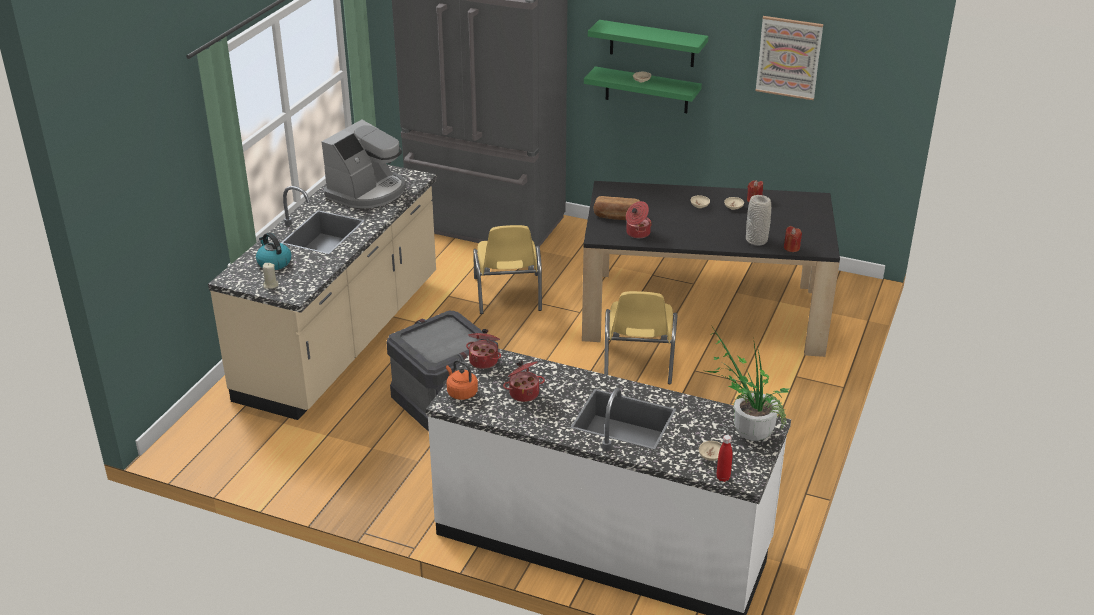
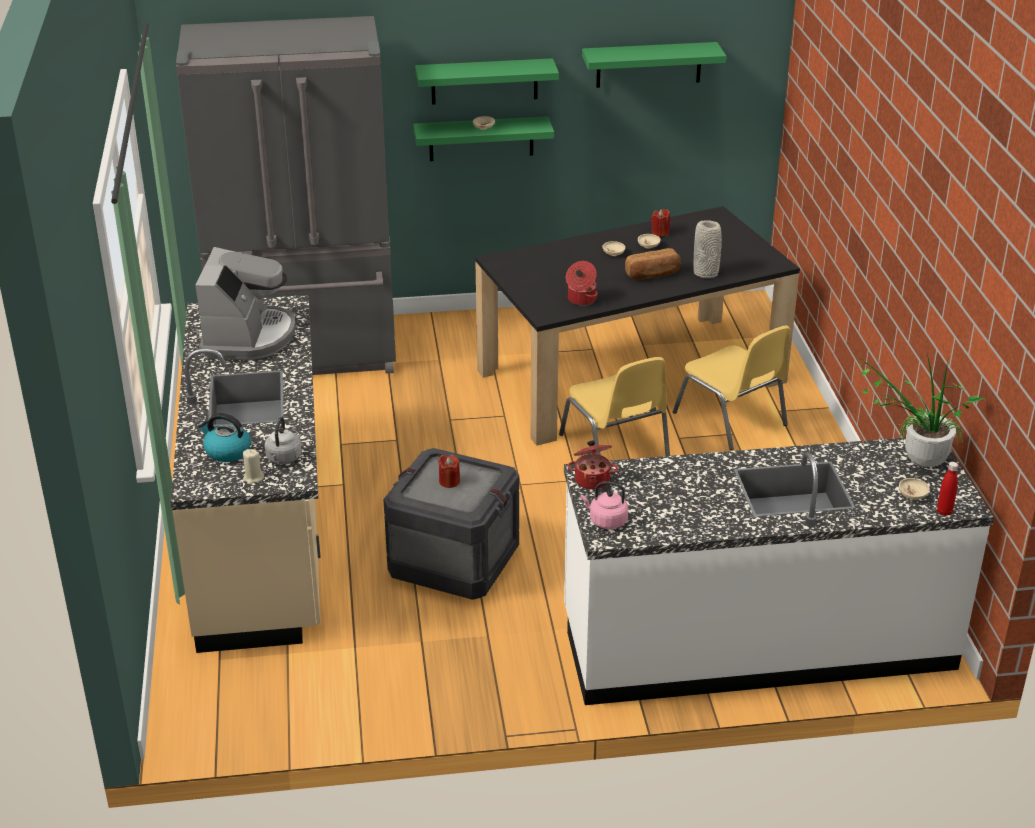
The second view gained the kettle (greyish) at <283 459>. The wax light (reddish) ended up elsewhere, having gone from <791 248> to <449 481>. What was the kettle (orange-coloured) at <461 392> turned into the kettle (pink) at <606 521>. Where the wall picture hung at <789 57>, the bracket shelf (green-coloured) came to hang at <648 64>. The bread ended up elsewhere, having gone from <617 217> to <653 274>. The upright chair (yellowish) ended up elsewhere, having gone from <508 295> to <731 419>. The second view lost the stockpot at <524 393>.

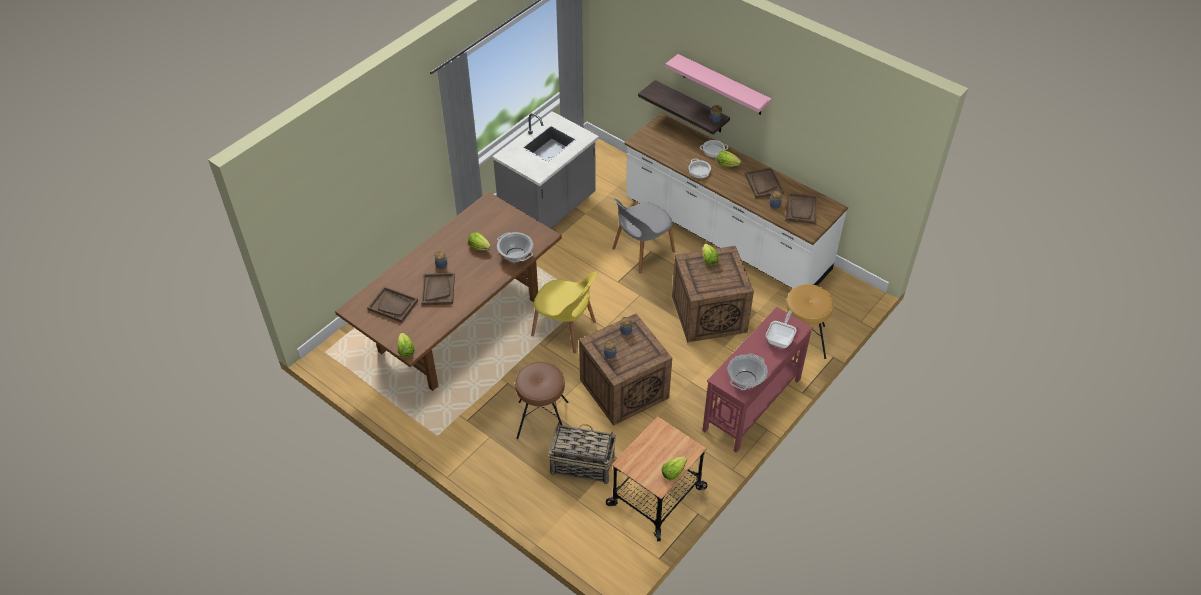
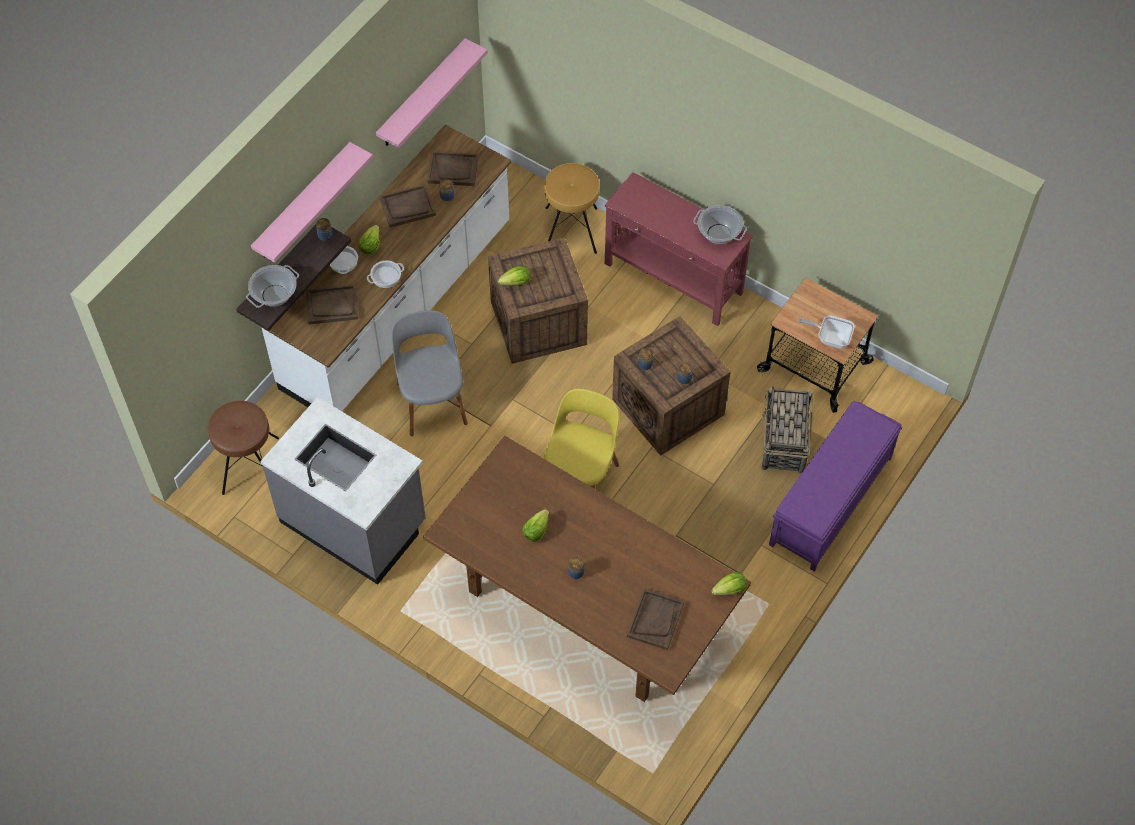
The sitting stool (brownish) ended up elsewhere, having gone from <542 419> to <250 465>. The stockpot ended up elsewhere, having gone from <515 255> to <274 295>. The carrying tray (brownish) ended up elsewhere, having gone from <438 290> to <332 306>. The second view gained the bracket shelf (pink) at <422 95>. The upright chair (greyish) at <642 251> ended up facing another way, 150 degrees counterclockwise from before. The second view gained the indoor bench (purple-coloured) at <830 502>. The pan ended up elsewhere, having gone from <780 338> to <830 338>. The second view lost the head of lettuce at <673 472>.

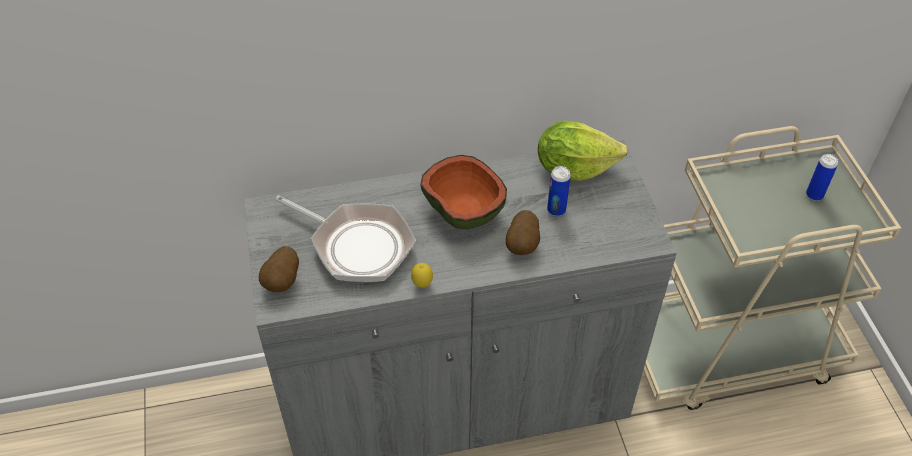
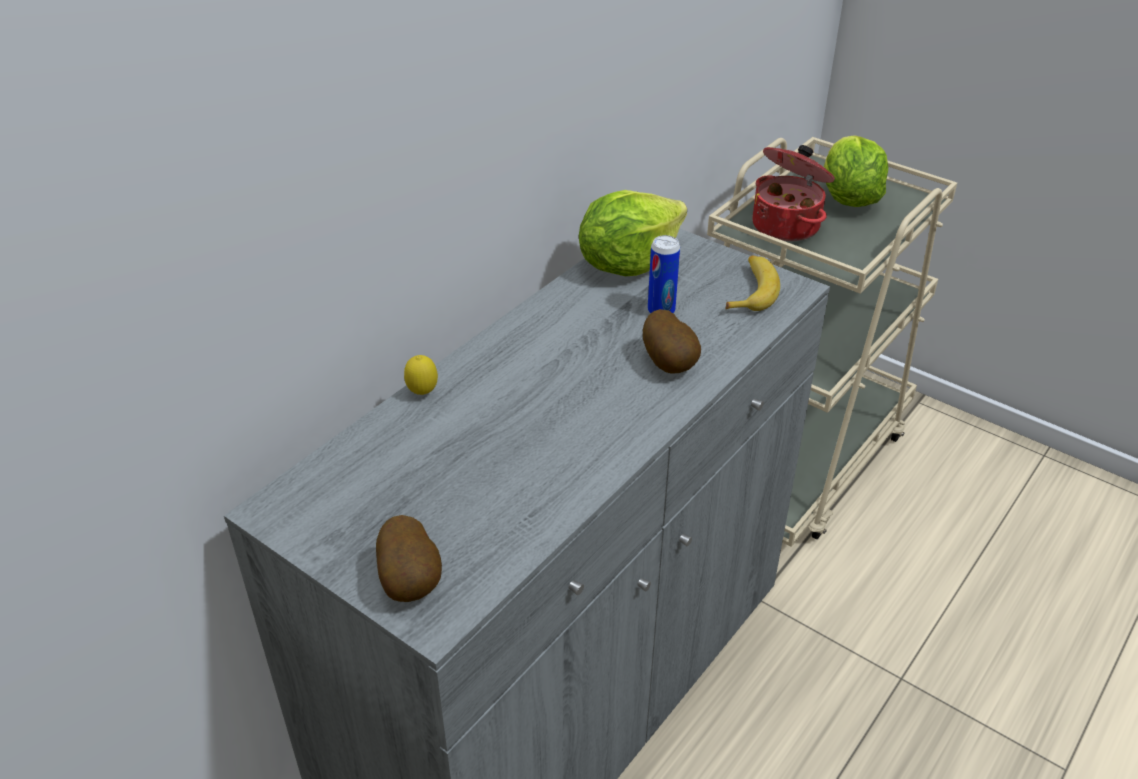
The whole lemon ended up elsewhere, having gone from <422 284> to <423 393>. The second view gained the whole banana at <751 291>. The second view gained the stockpot at <787 225>. Where the metal can stood at <814 195>, the head of lettuce came to stand at <847 198>. The second view lost the pan at <357 245>. The second view lost the serving bowl at <462 210>.

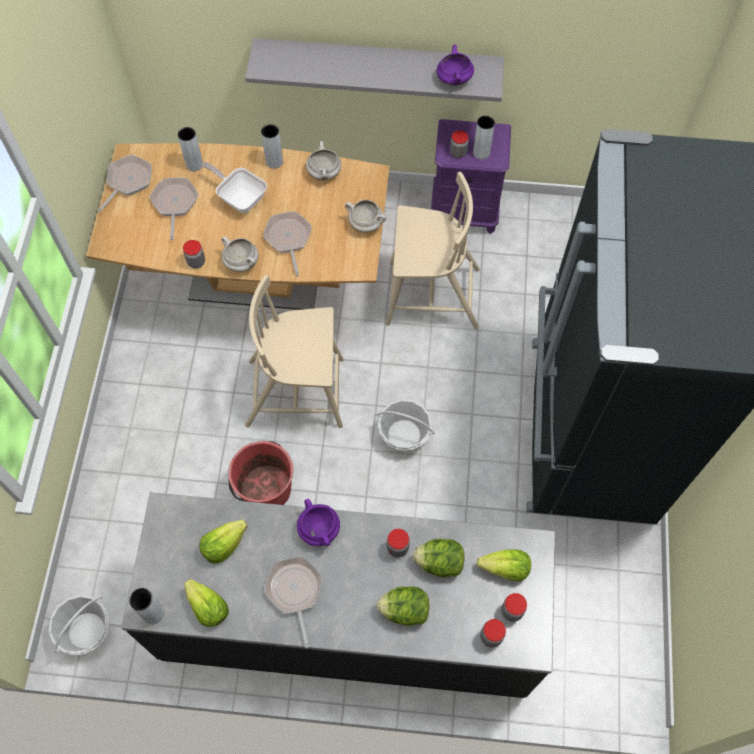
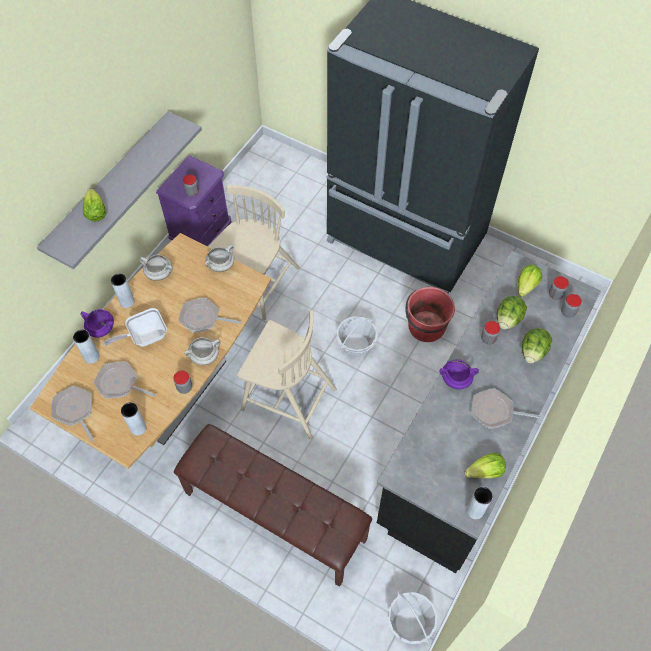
The stockpot (purple-coloured) ended up elsewhere, having gone from <453 79> to <101 329>. The head of lettuce ended up elsewhere, having gone from <223 545> to <95 212>. The flower vase (greyish) ended up elsewhere, having gone from <481 153> to <138 428>. The second view gained the indoor bench (brownish) at <274 516>. The upright chair (beige-coloured) at <298 392> ended up facing another way, 90 degrees counterclockwise from before. The water bucket (reddish) ended up elsewhere, having gone from <265 489> to <426 327>.

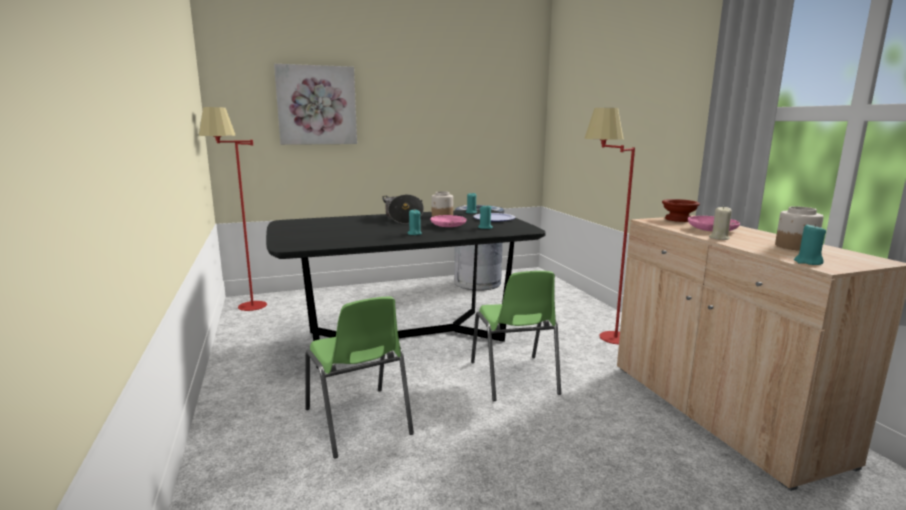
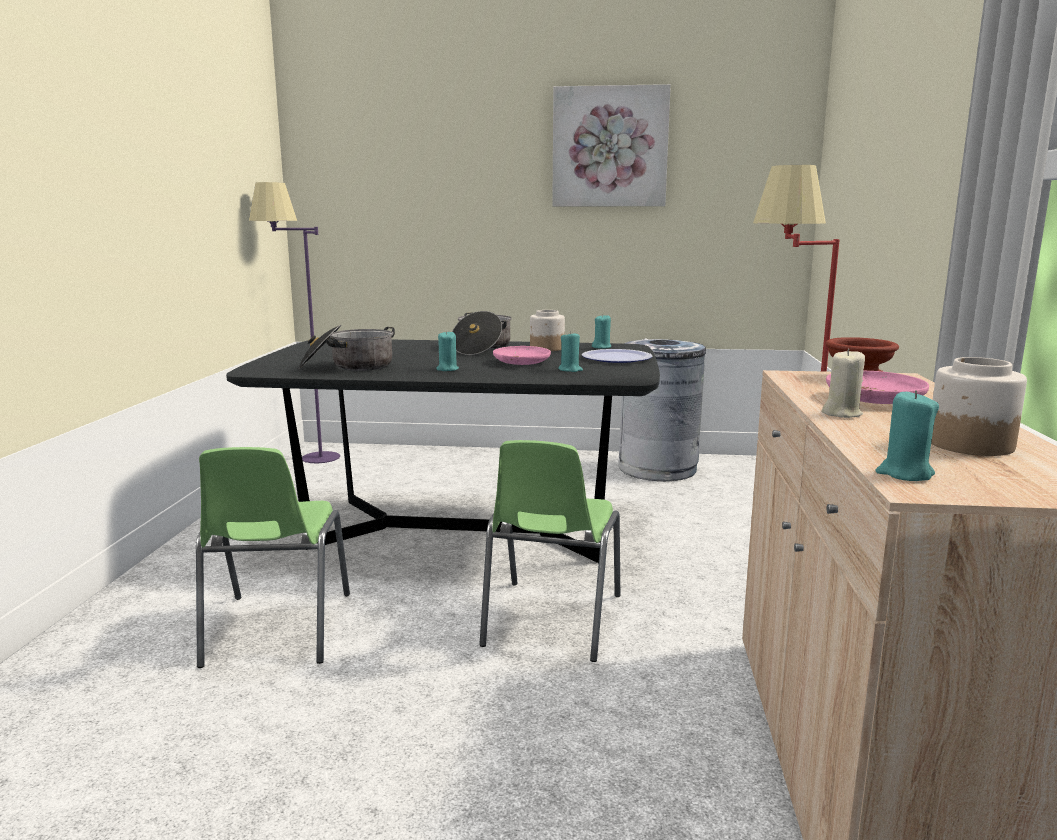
What was the floor lamp (reddish) at <245 310> turned into the floor lamp (purple-coloured) at <306 461>. The second view gained the stockpot at <348 367>. The wall picture ended up elsewhere, having gone from <317 105> to <610 147>.

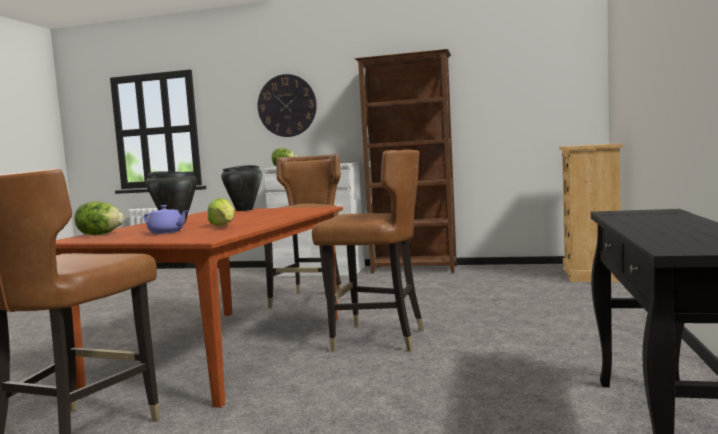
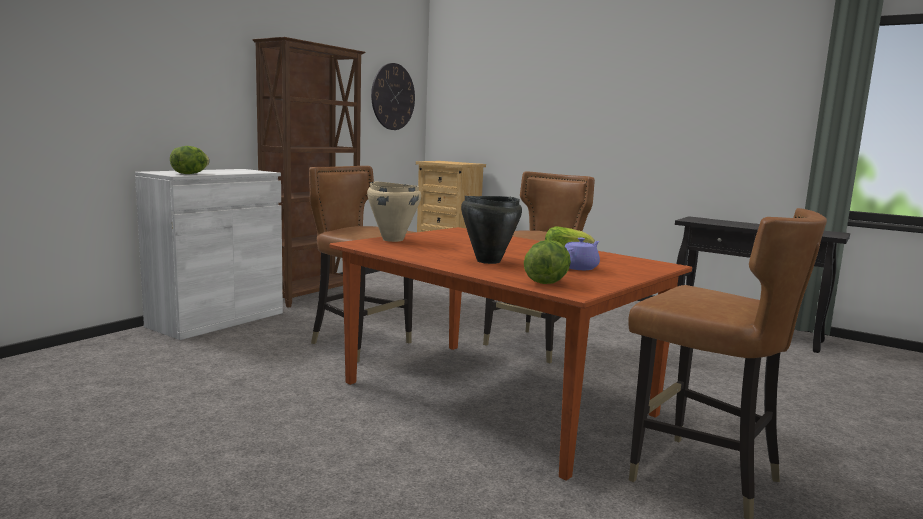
What was the stockpot (black-coloured) at <244 210> turned into the stockpot (beige-coloured) at <392 239>. The wall clock ended up elsewhere, having gone from <287 105> to <393 97>.

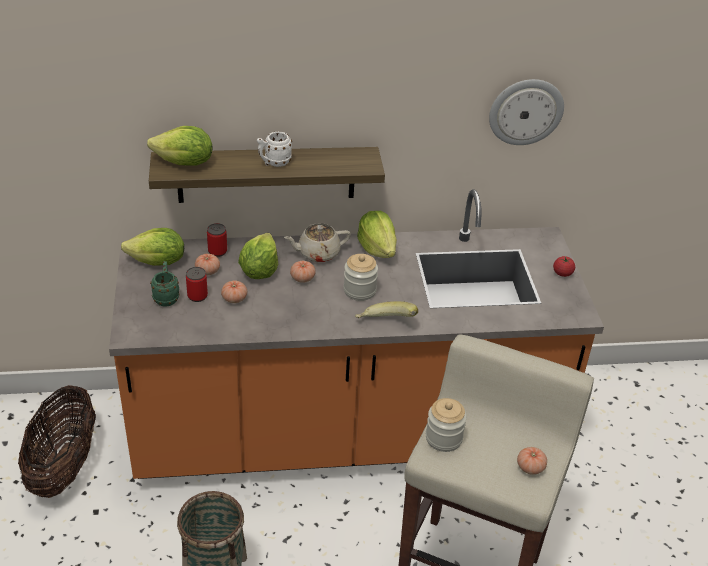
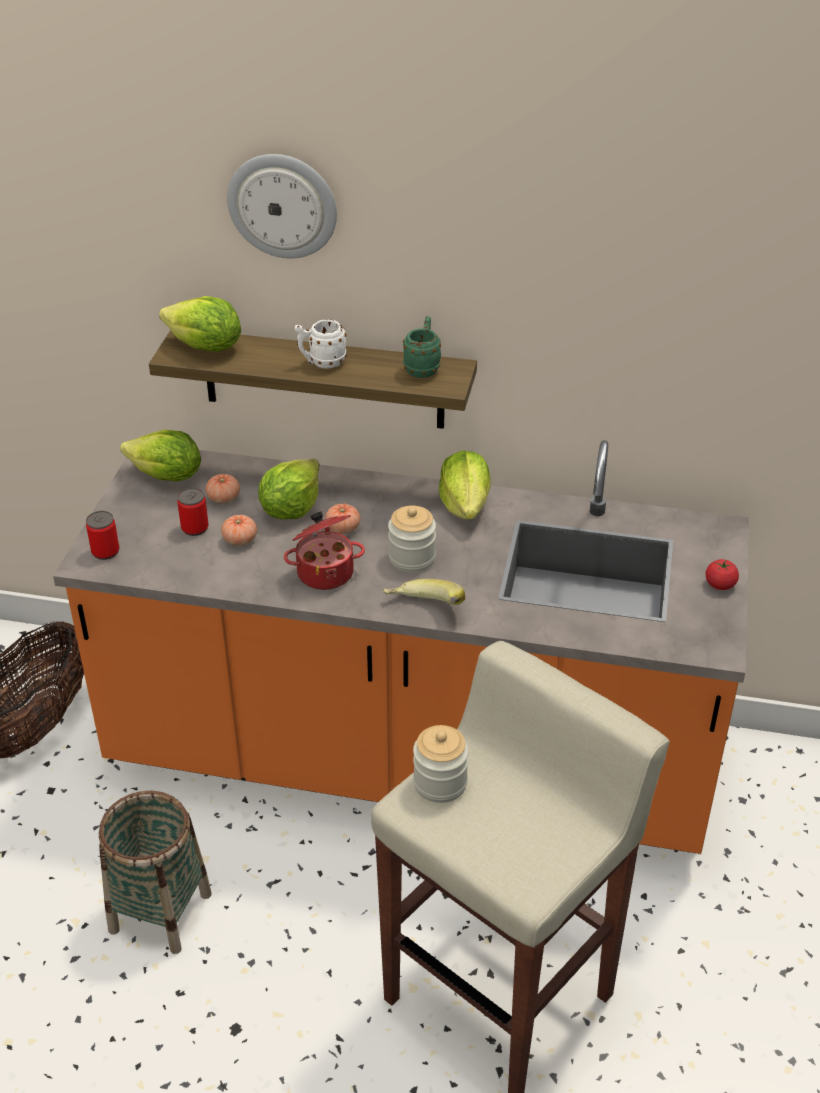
The metal can ended up elsewhere, having gone from <217 251> to <105 551>. The wall clock ended up elsewhere, having gone from <525 111> to <283 205>. The second view gained the stockpot at <325 572>. The mug (green-coloured) ended up elsewhere, having gone from <166 297> to <423 367>. The second view lost the pot for tea (beige-coloured) at <318 253>. The second view lost the tomato at <530 467>.

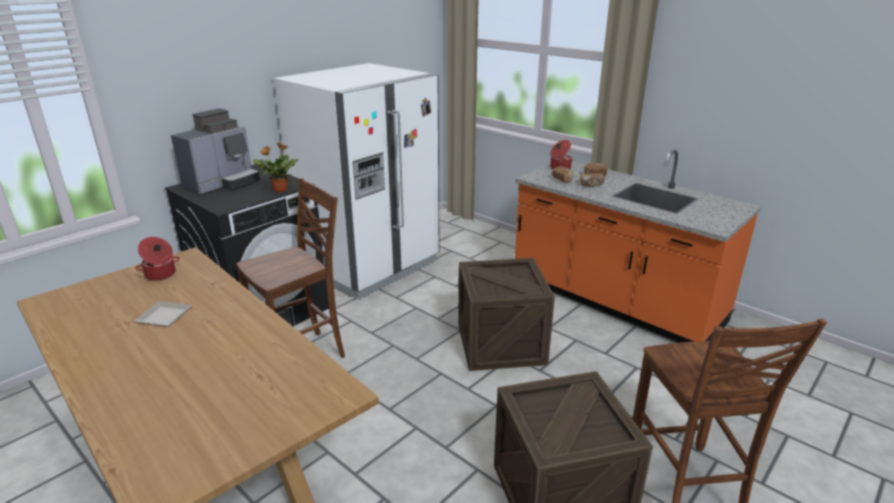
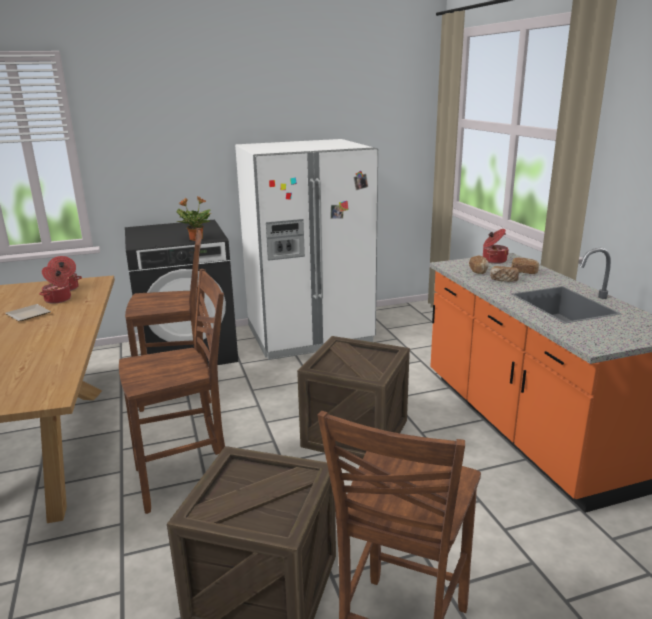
The second view gained the stockpot at <58 299>. The second view gained the upright chair (brownish) at <187 479>. The second view lost the coffee maker at <223 184>.

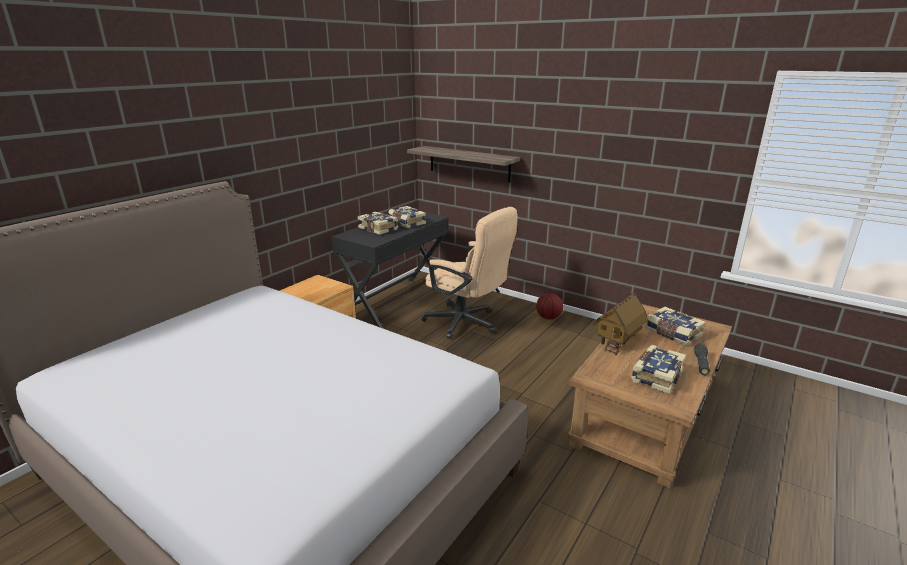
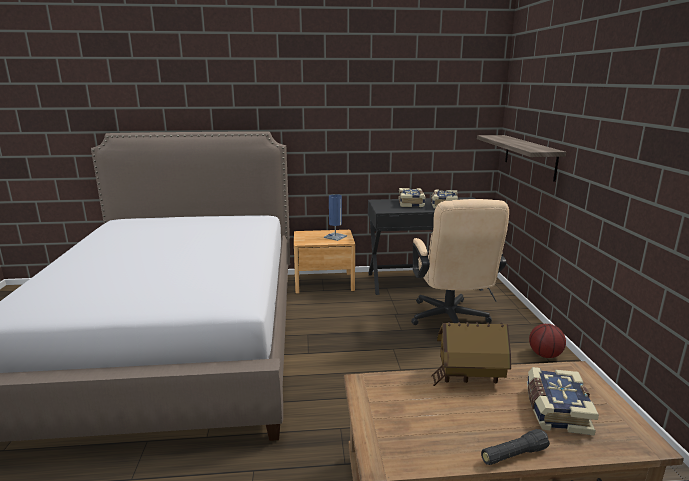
The second view gained the lamp for a table (bluish) at <335 237>. The second view lost the bound book at <656 376>.

